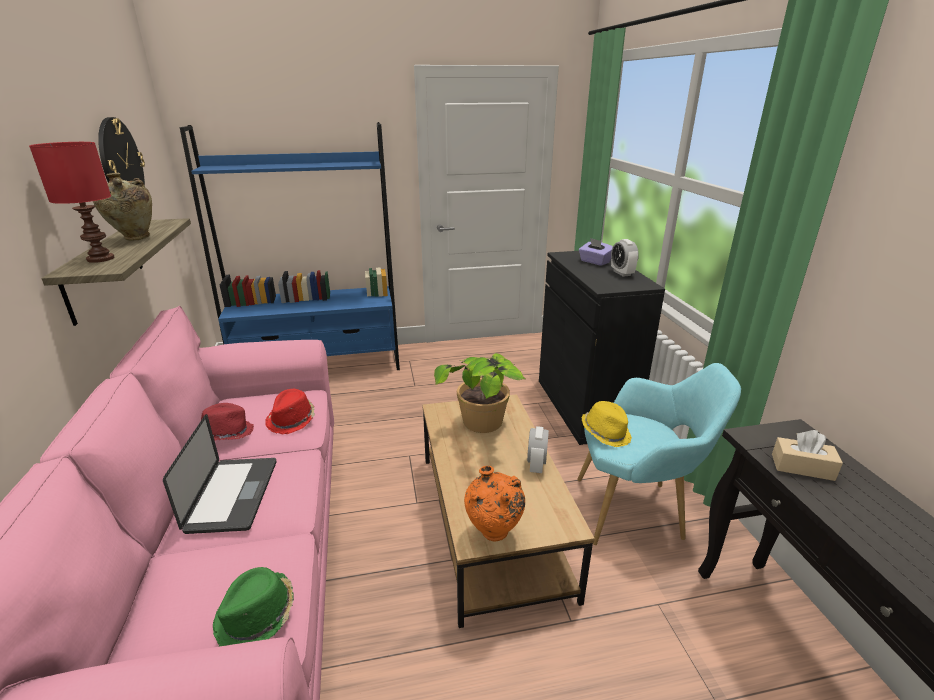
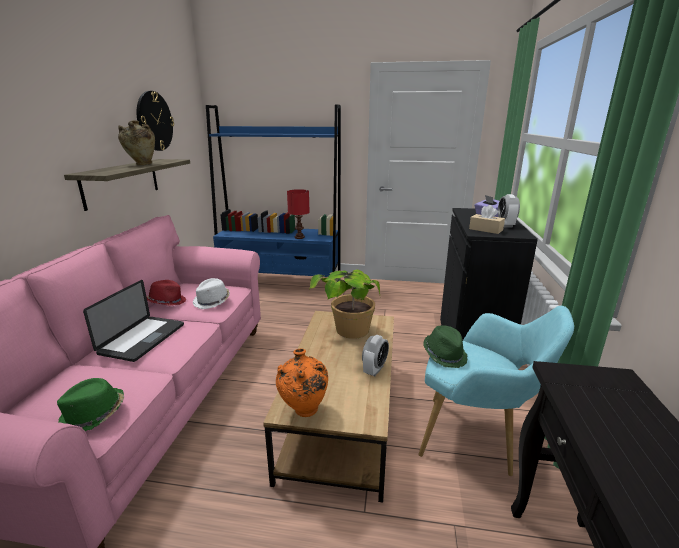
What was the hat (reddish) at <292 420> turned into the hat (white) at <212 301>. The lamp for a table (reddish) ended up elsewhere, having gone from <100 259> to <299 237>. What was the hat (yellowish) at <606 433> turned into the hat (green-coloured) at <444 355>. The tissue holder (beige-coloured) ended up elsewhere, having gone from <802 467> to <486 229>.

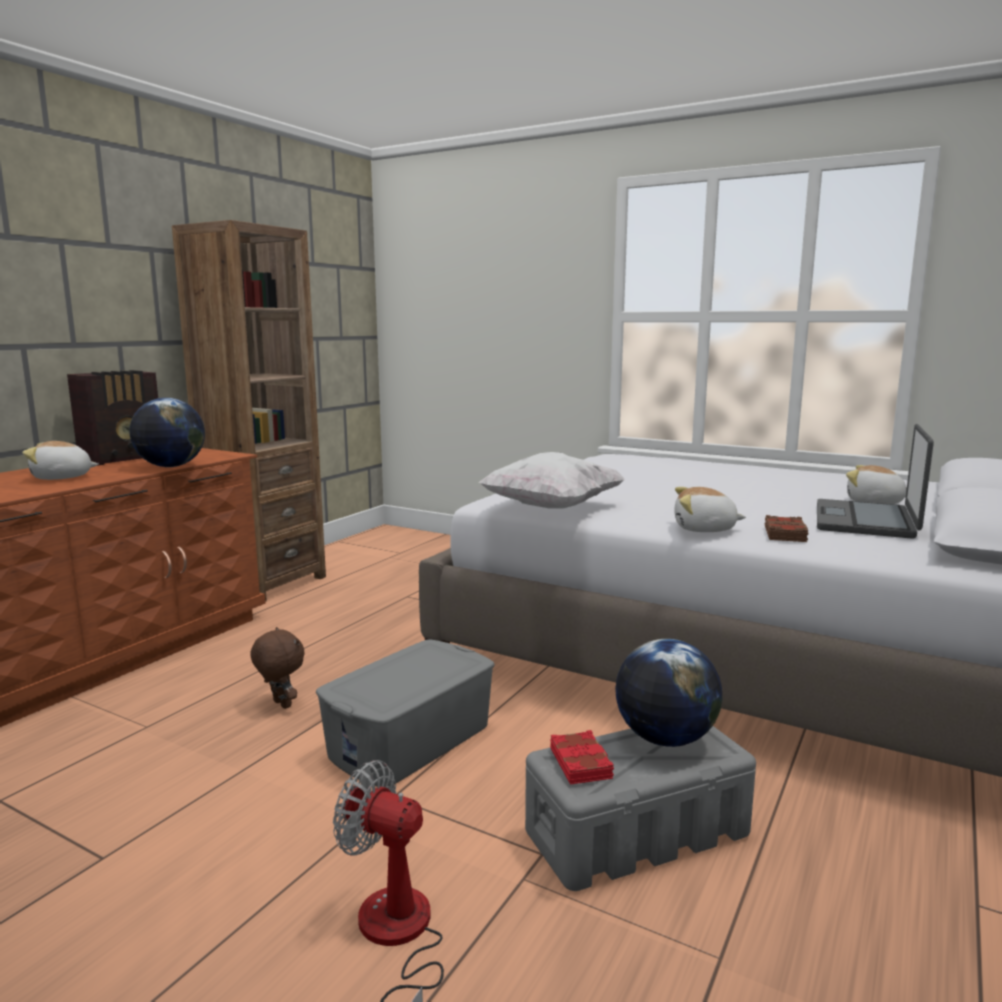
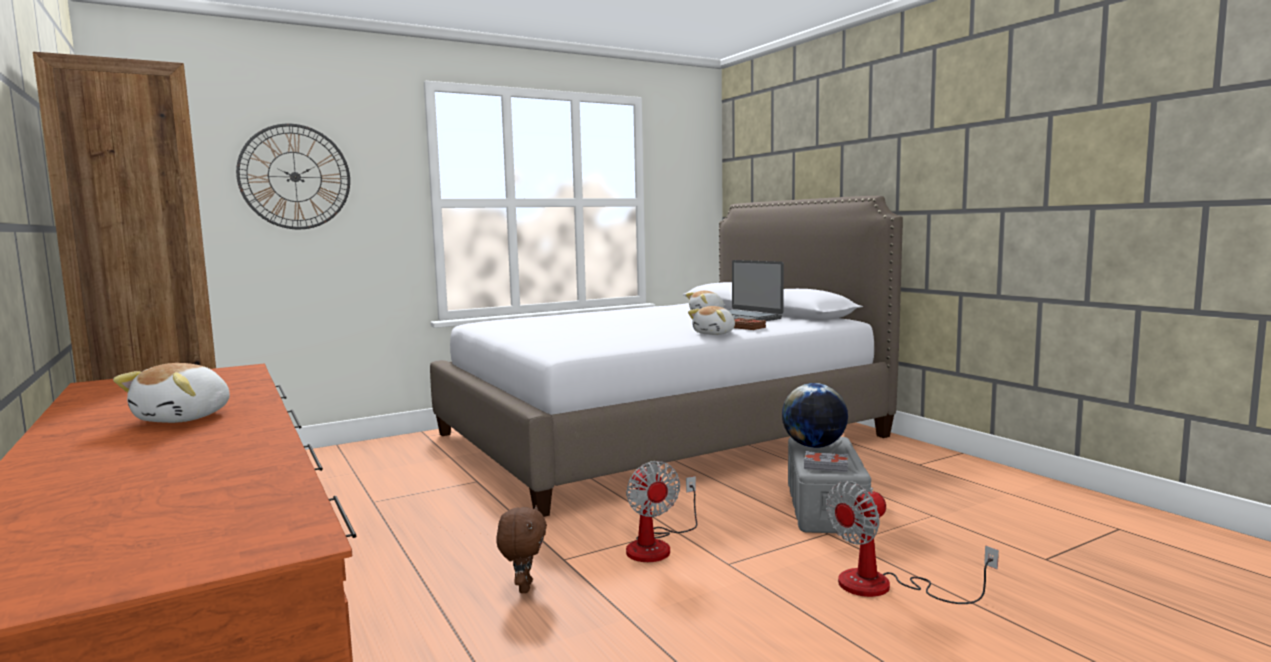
The second view gained the wall clock at <295 177>. The cuddly toy (brownish) at <280 704> ended up facing another way, 105 degrees clockwise from before. Where the storage bin (greyish) stood at <411 741>, the fan came to stand at <657 545>. What was the bound book (reddish) at <581 763> turned into the bound book (greyish) at <826 466>. The second view lost the radio set at <124 458>. The second view lost the desk globe at <171 466>. The second view lost the throw pillow (white) at <552 508>.

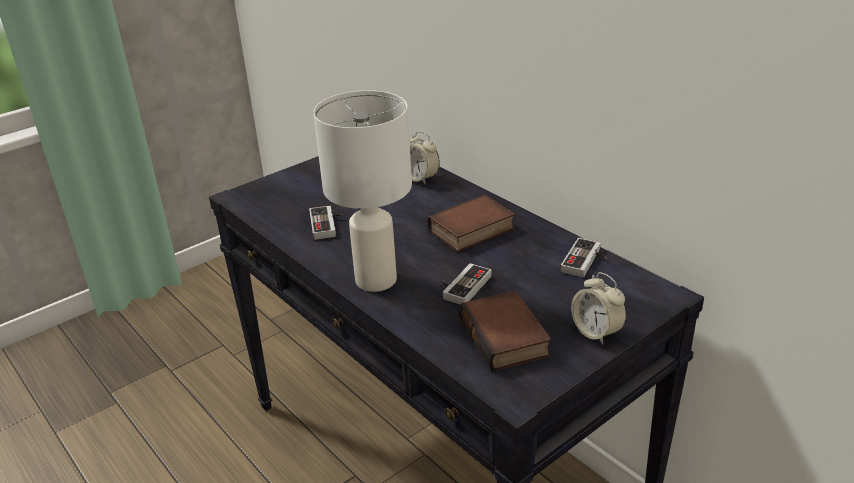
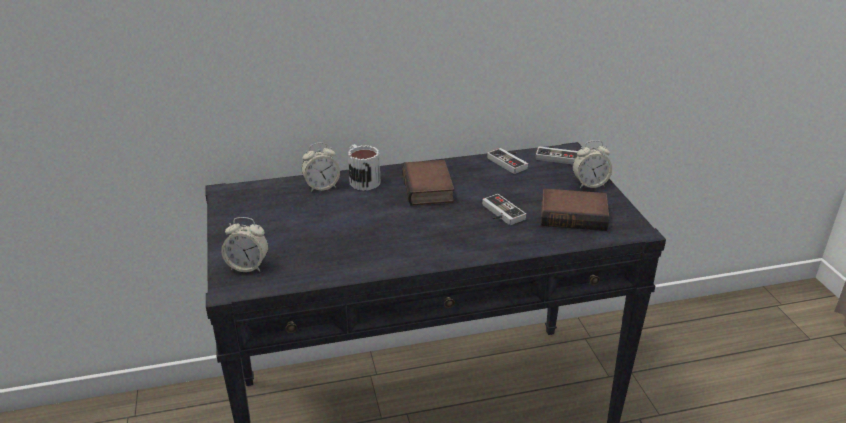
The second view gained the alarm clock at <248 266>. The second view gained the mug at <361 179>. The joypad ended up elsewhere, having gone from <328 224> to <557 156>. The second view lost the lamp for a table (white) at <374 279>.

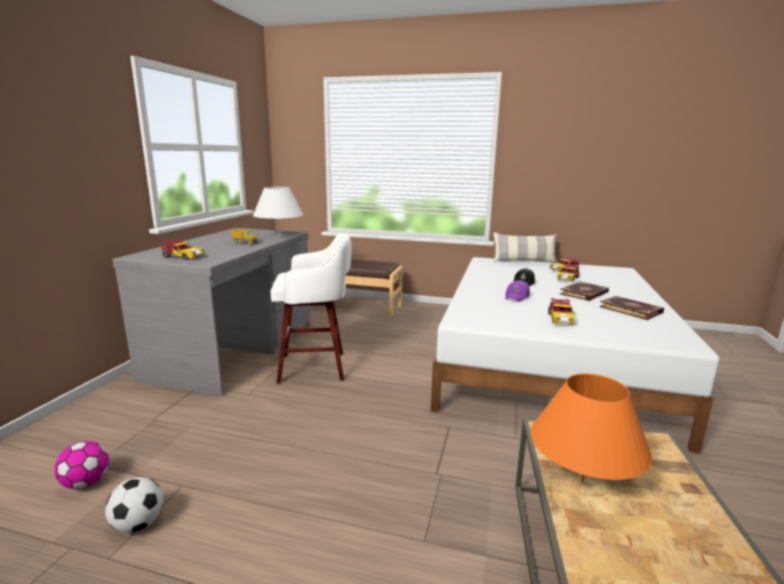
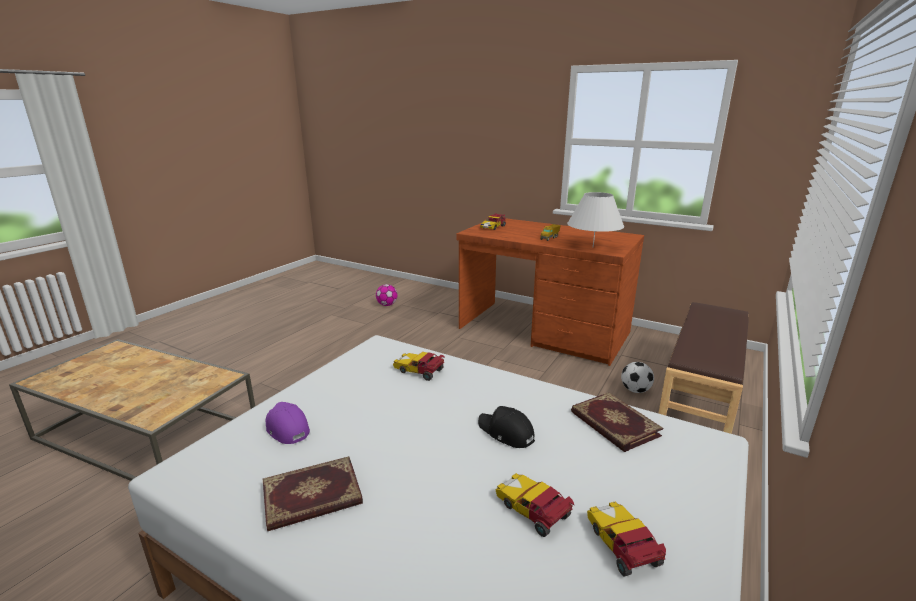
The baseball cap (purple-coloured) ended up elsewhere, having gone from <517 297> to <286 428>. The model car ended up elsewhere, having gone from <560 319> to <420 371>. What was the desk unit (greyish) at <236 350> turned into the desk unit (brownish) at <543 331>. The bound book ended up elsewhere, having gone from <584 293> to <613 424>. The ball for football ended up elsewhere, having gone from <138 525> to <635 390>. The second view lost the sitting stool (white) at <315 367>. The second view lost the throw pillow at <523 261>. The second view lost the lamp for a table (orange-coloured) at <581 480>.

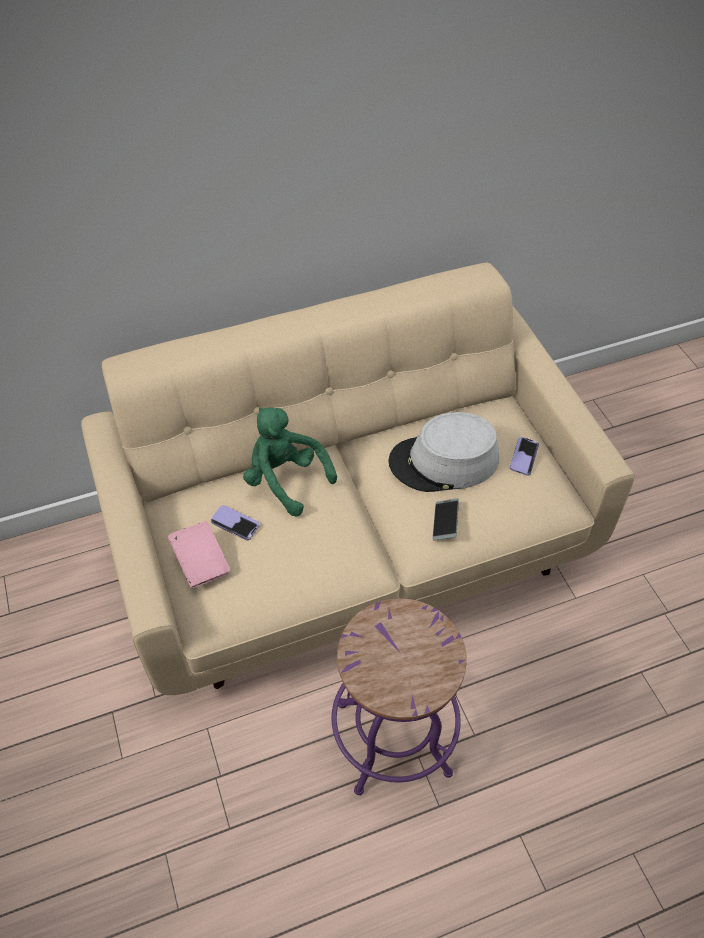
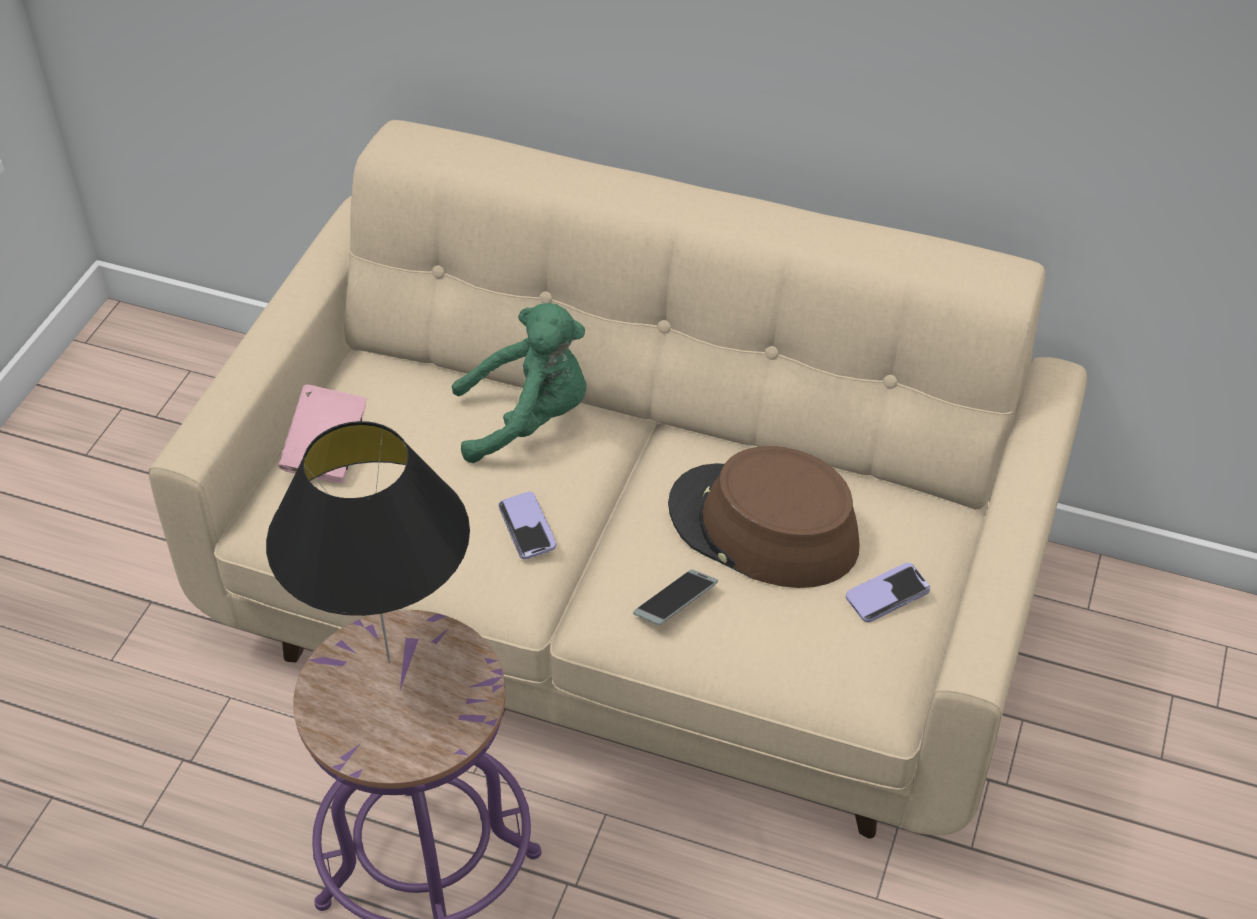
The second view gained the lamp for a table (black-coloured) at <390 661>. The cuddly toy (green-coloured) at <285 480> ended up facing another way, 90 degrees clockwise from before. The telephone ended up elsewhere, having gone from <235 523> to <527 527>. What was the hat (greyish) at <444 462> turned into the hat (brownish) at <762 528>.

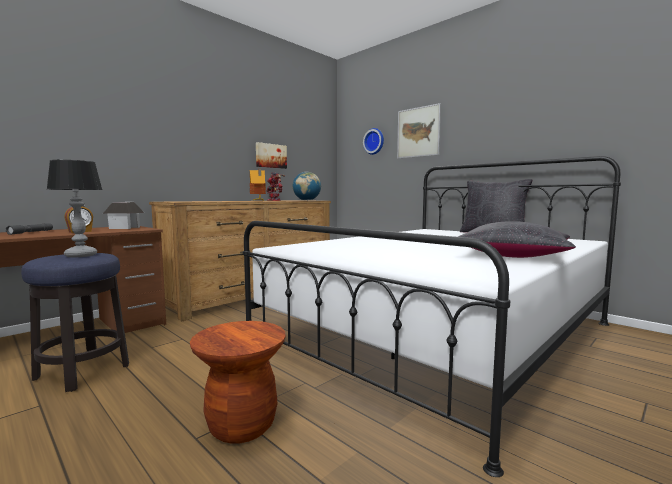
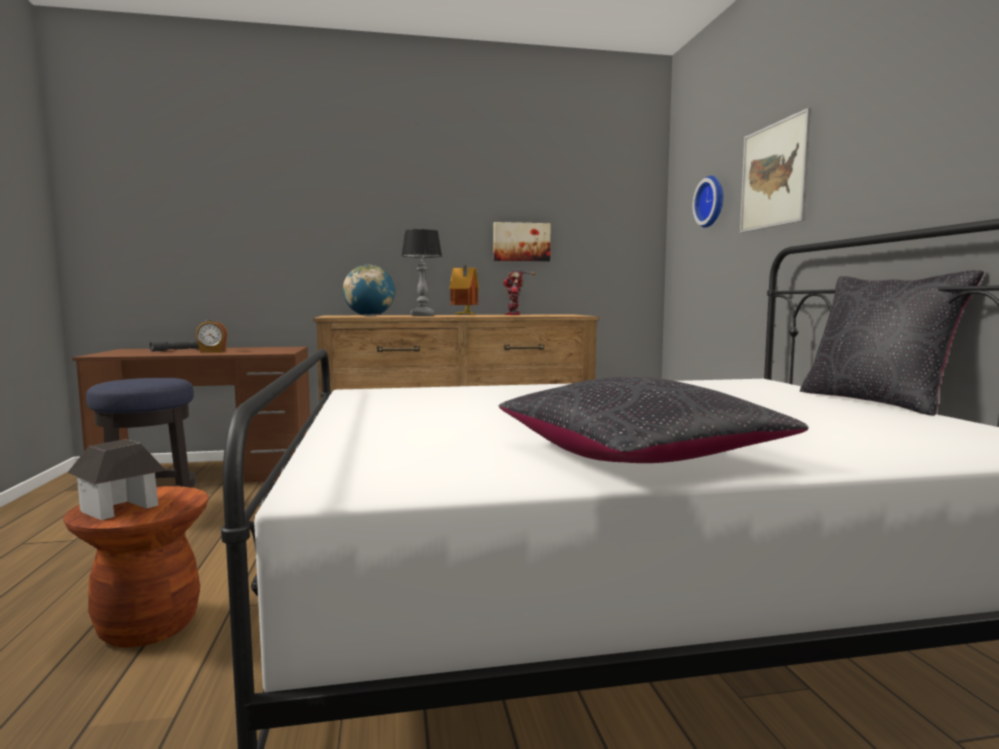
The toy house ended up elsewhere, having gone from <125 228> to <119 508>. The desk globe ended up elsewhere, having gone from <307 200> to <369 316>. The lamp for a table ended up elsewhere, having gone from <81 255> to <423 316>.

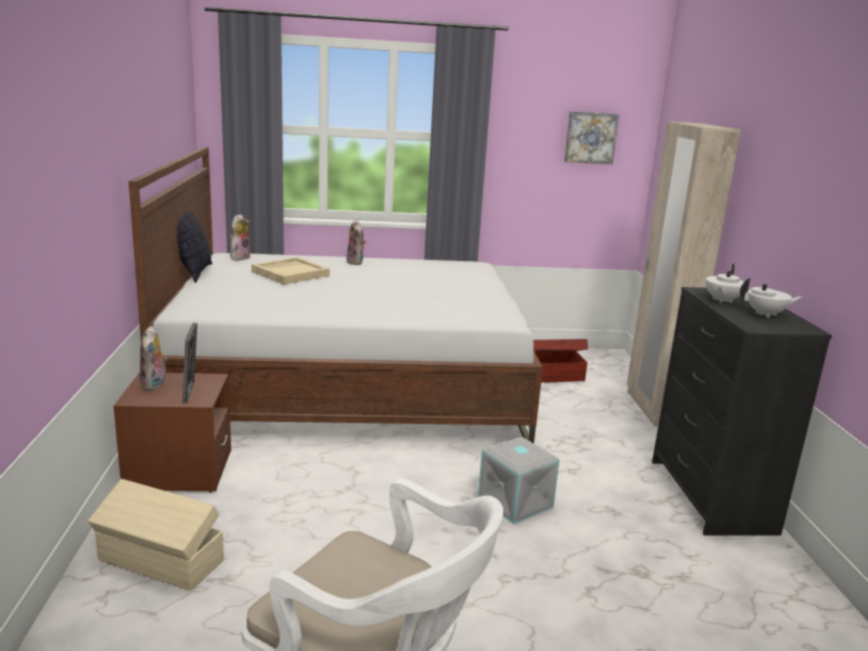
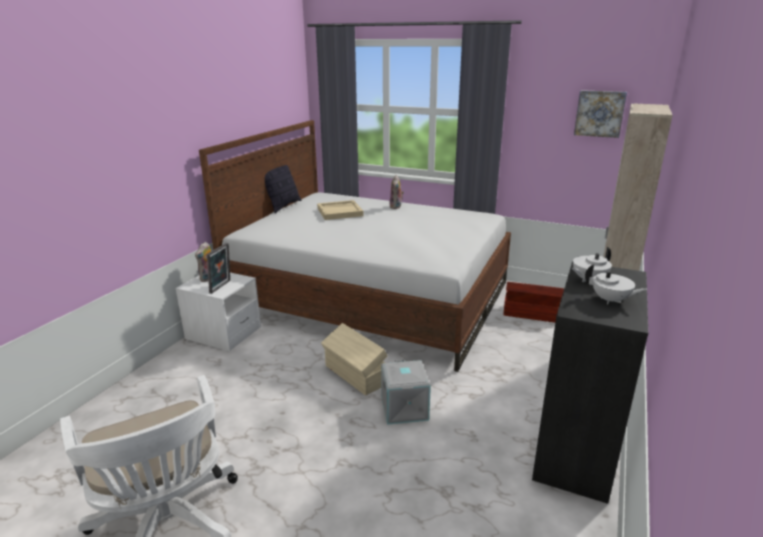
What was the nightstand (brownish) at <179 471> turned into the nightstand (white) at <223 333>. The storage bin (beige-coloured) ended up elsewhere, having gone from <161 561> to <356 375>. The second view lost the cuddly toy at <239 257>.

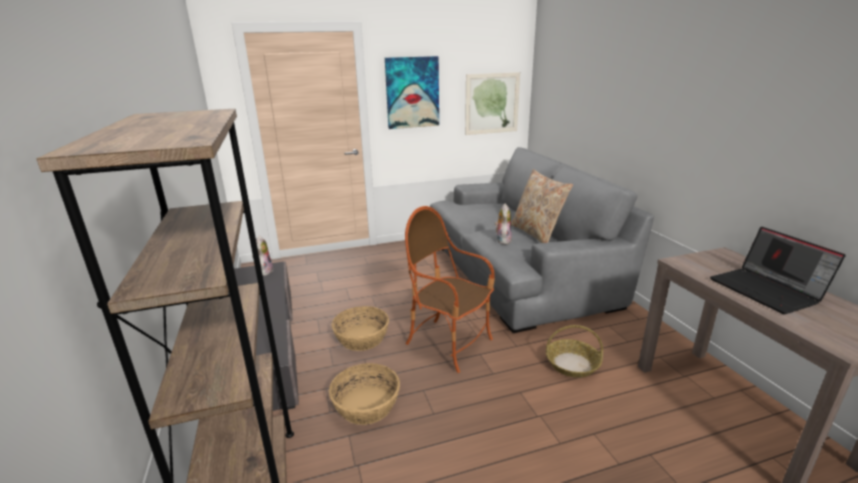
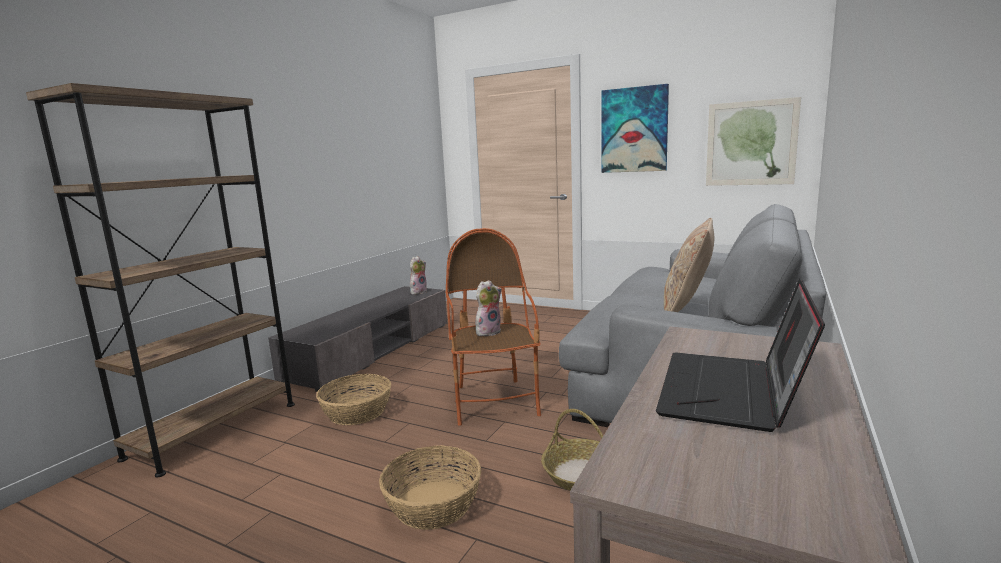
The storage basket ended up elsewhere, having gone from <361 338> to <432 504>. The cuddly toy ended up elsewhere, having gone from <502 240> to <488 332>.

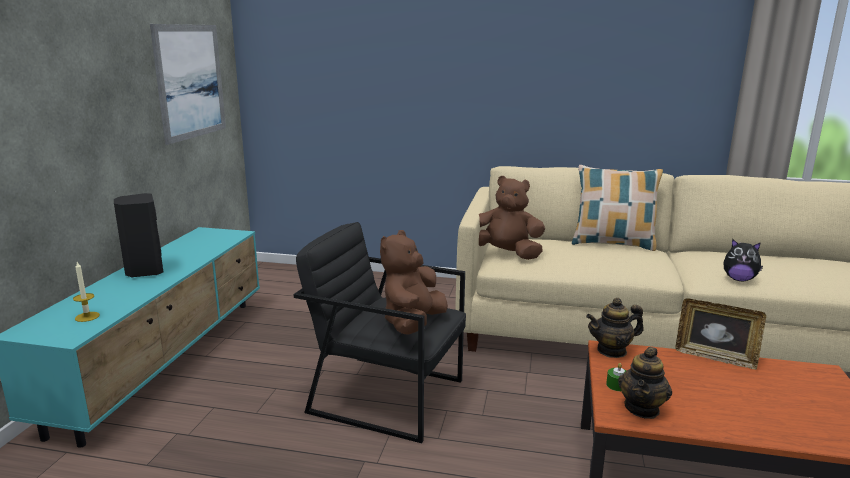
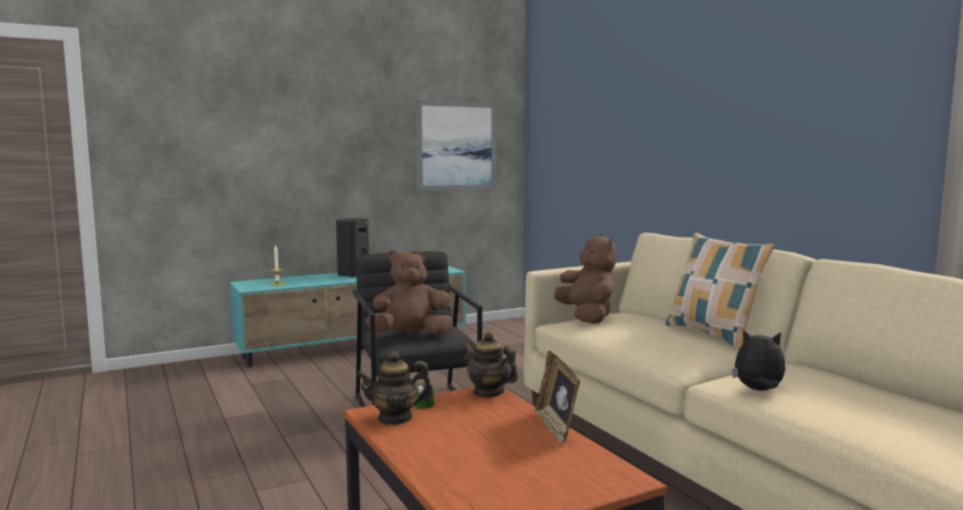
The cuddly toy at <739 279> ended up facing another way, 120 degrees clockwise from before.

